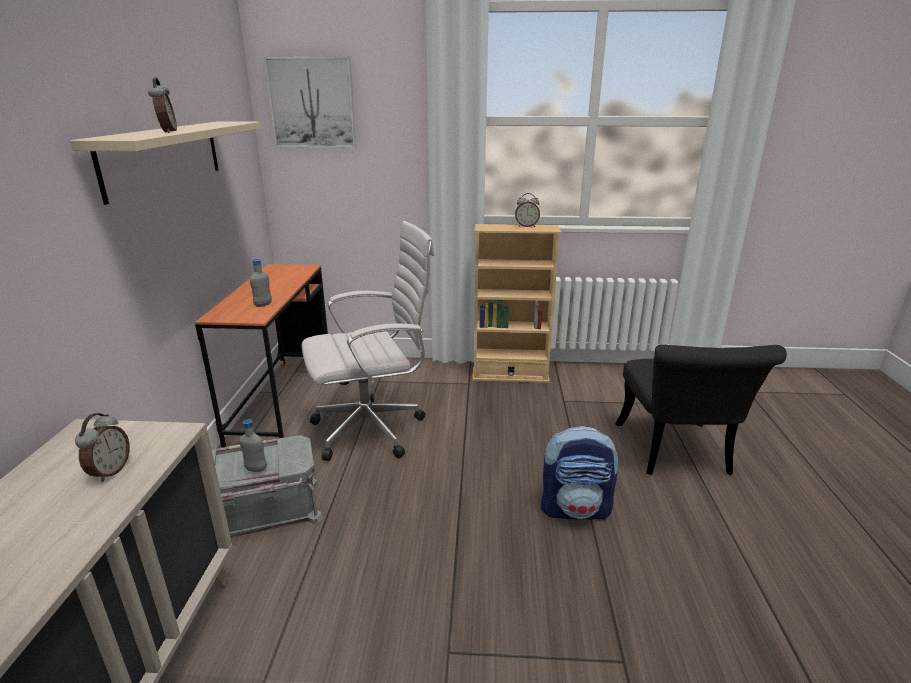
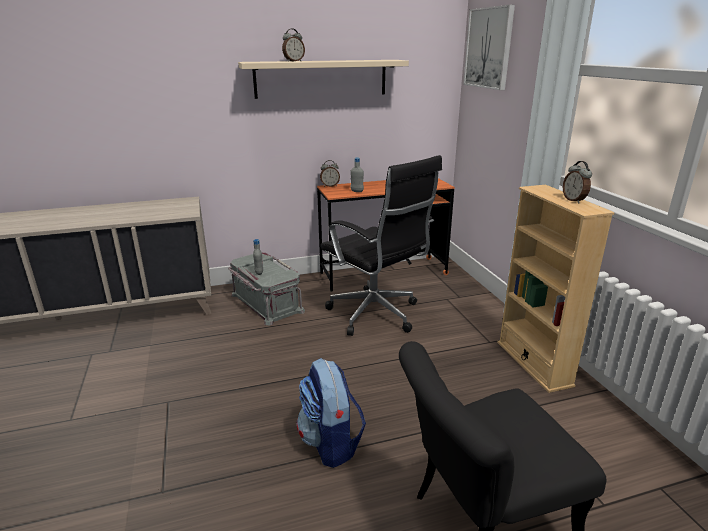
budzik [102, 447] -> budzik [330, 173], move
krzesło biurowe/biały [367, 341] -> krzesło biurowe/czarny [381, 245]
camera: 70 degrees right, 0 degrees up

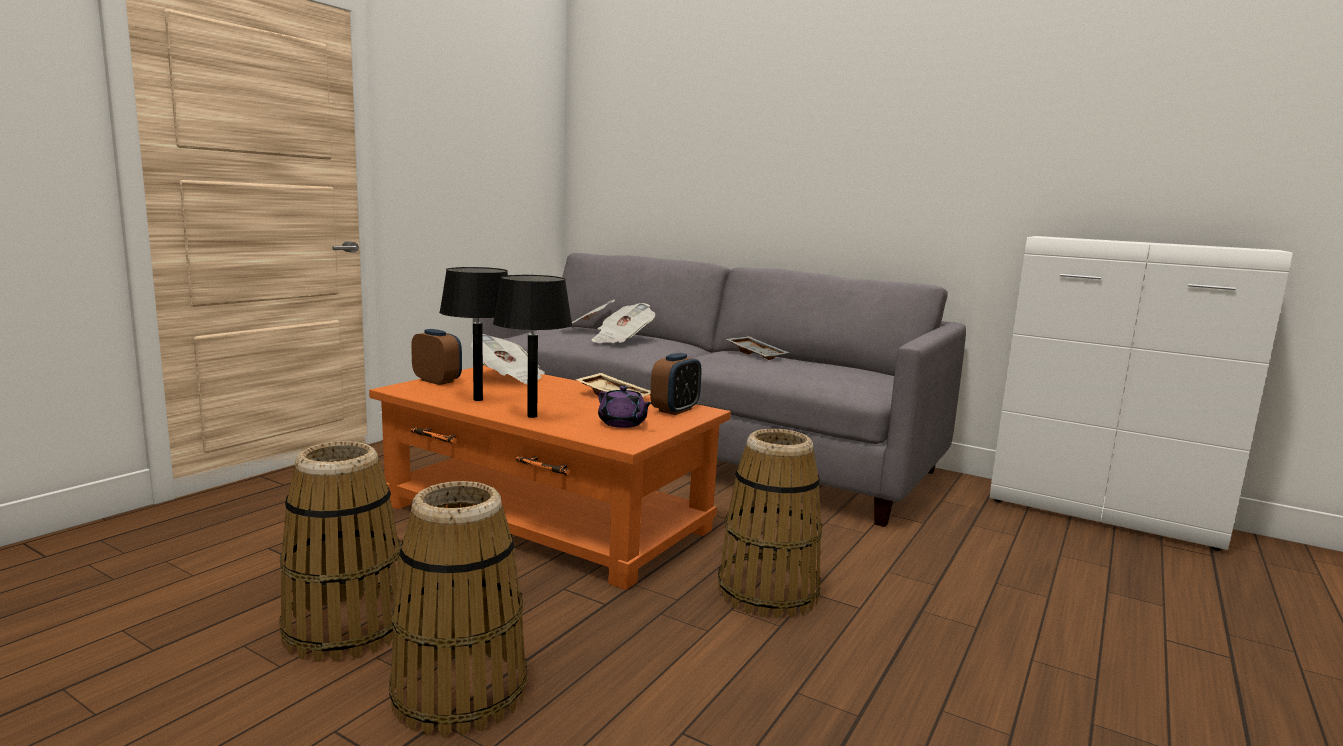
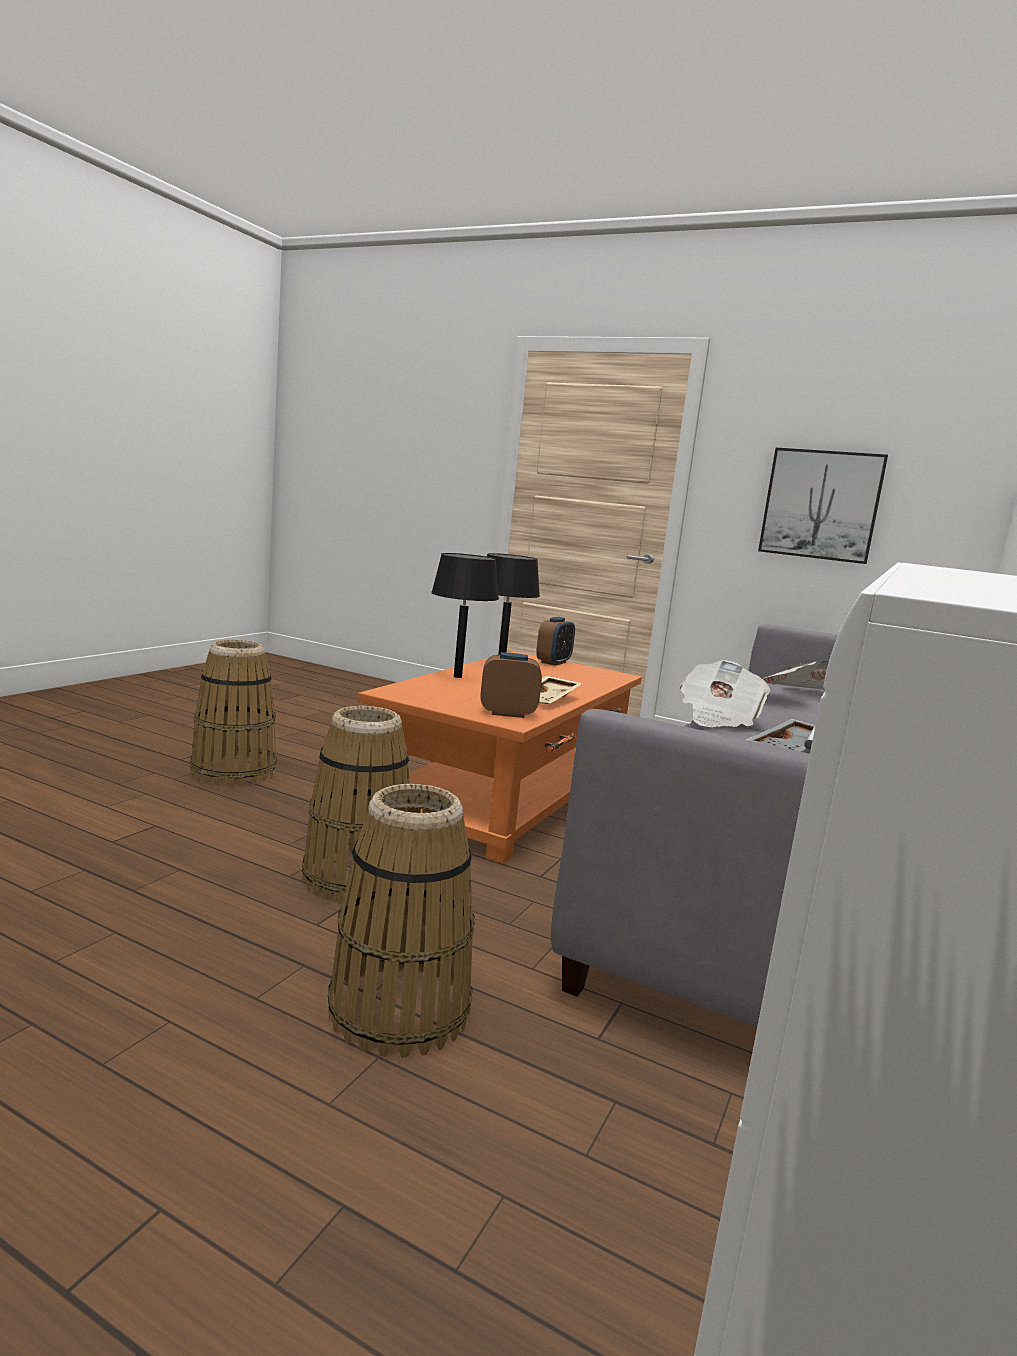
koszyk [340, 551] -> koszyk [401, 921], move
gazeta [508, 359] -> gazeta [725, 693], move
imbryk/fioletowy [625, 407] -> none
budzik [676, 384] -> budzik [511, 685], 150 degrees clockwise
none -> obraz [823, 506]
camera: 85 degrees right, 0 degrees up

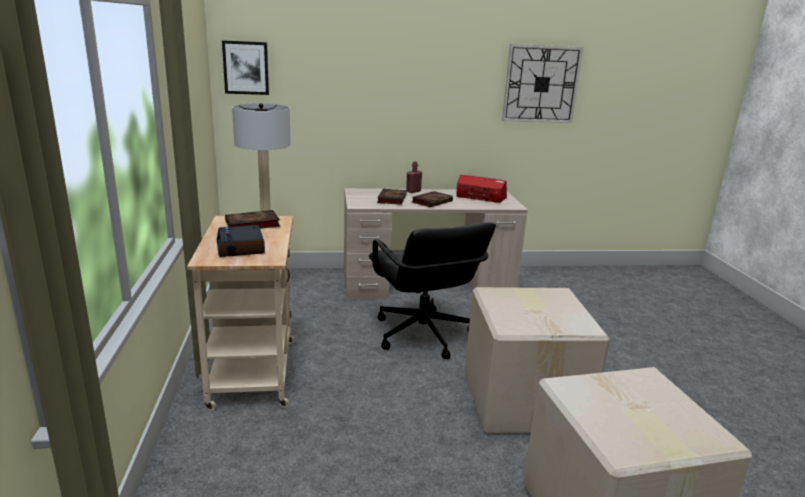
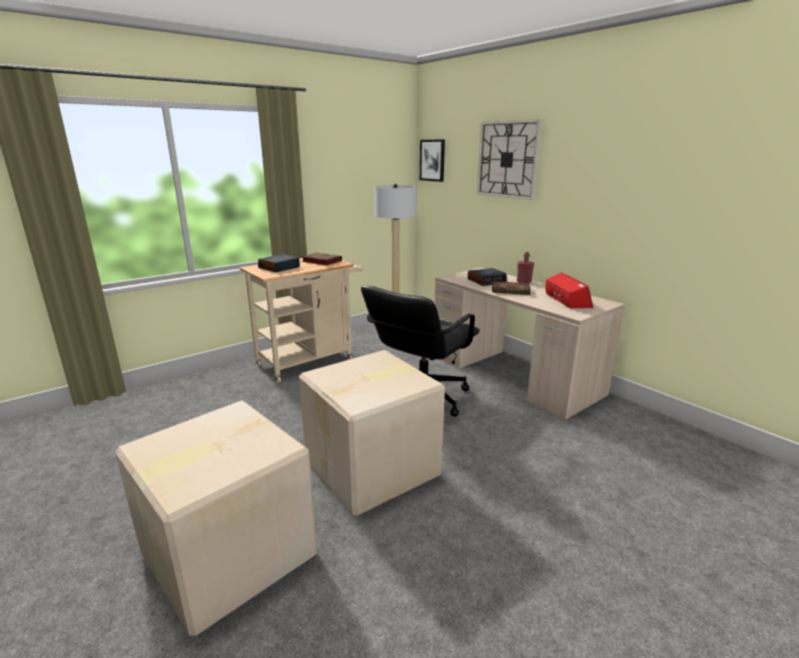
książka [392, 197] -> budzik [487, 277]
zegar ścienny [542, 83] -> zegar ścienny [509, 159], move
camera: 60 degrees right, 0 degrees up

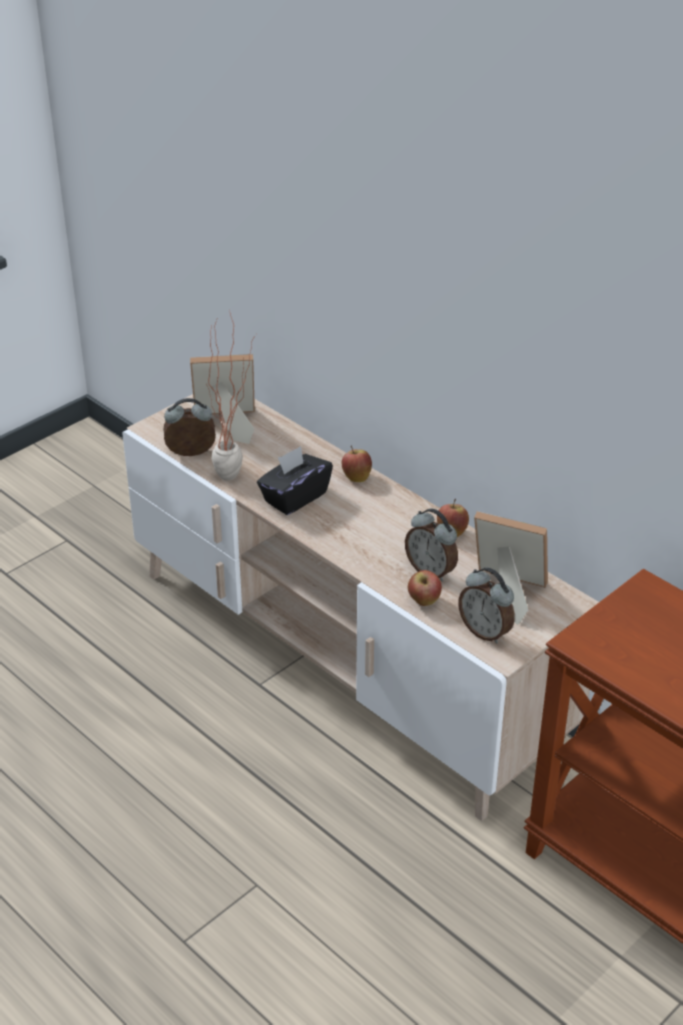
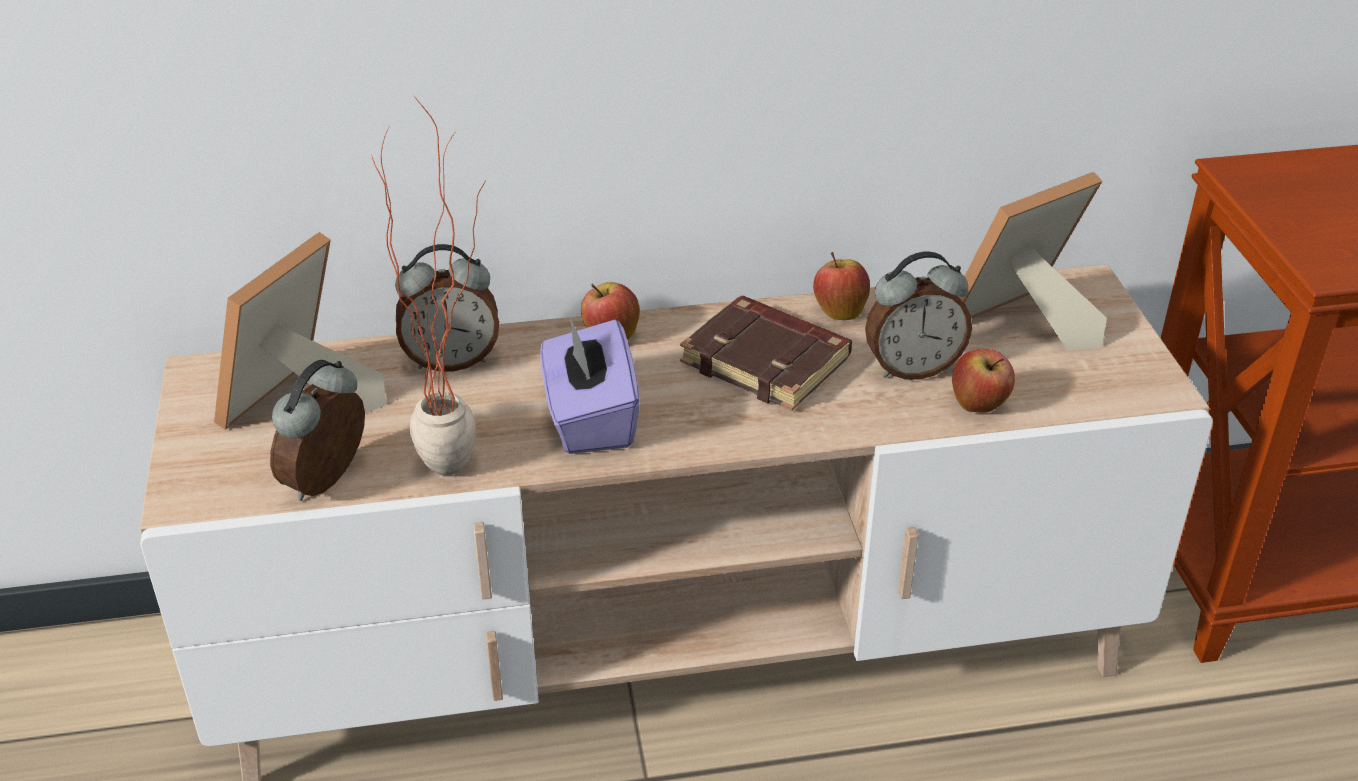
pudełko chusteczek/czarny [295, 480] -> pudełko chusteczek/fioletowy [590, 387]
budzik [486, 605] -> budzik [447, 308], move
none -> książka/brązowy [766, 353]
camera: 55 degrees left, 0 degrees up

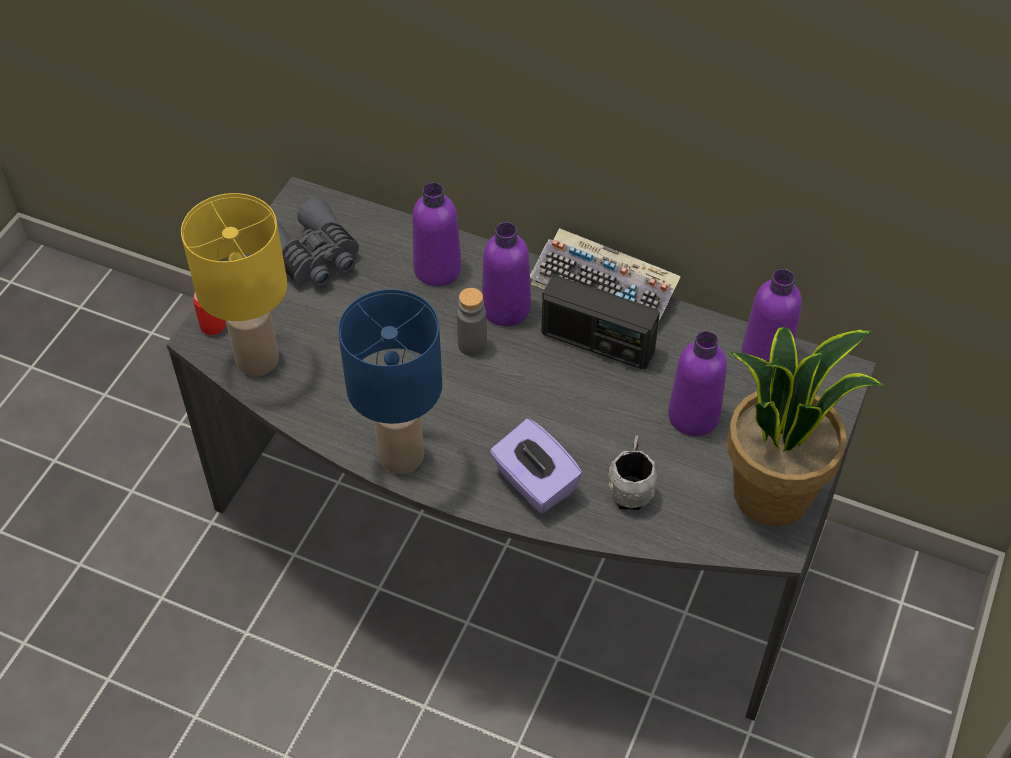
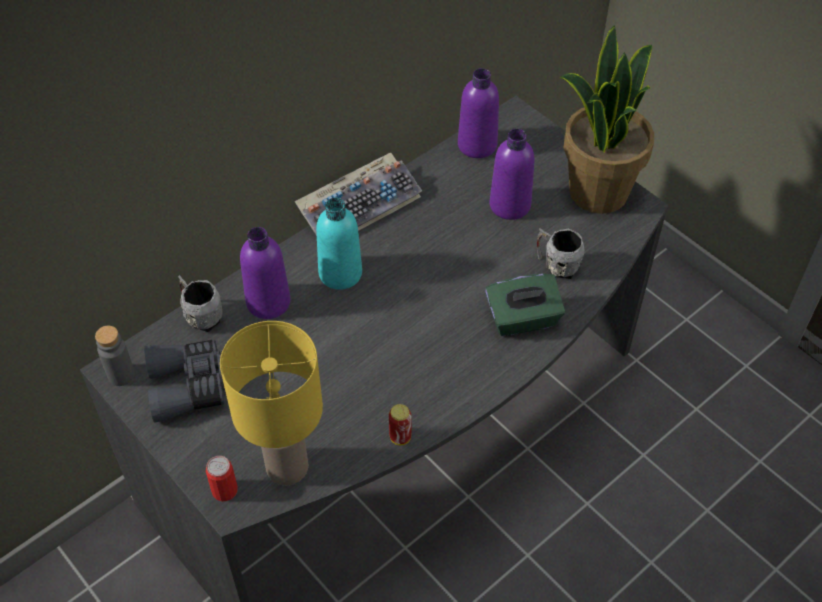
lampa stołowa/niebieski [390, 381] -> none
butelka/szary [472, 322] -> butelka/szary [115, 356], move
butelka/fioletowy [506, 274] -> butelka/turkusowy [339, 244]
pudełko chusteczek/fioletowy [536, 466] -> pudełko chusteczek/zielony [525, 305]
radio [600, 322] -> none
none -> kubek/szary [200, 303]
none -> puszka [400, 424]
camera: 65 degrees left, 0 degrees up

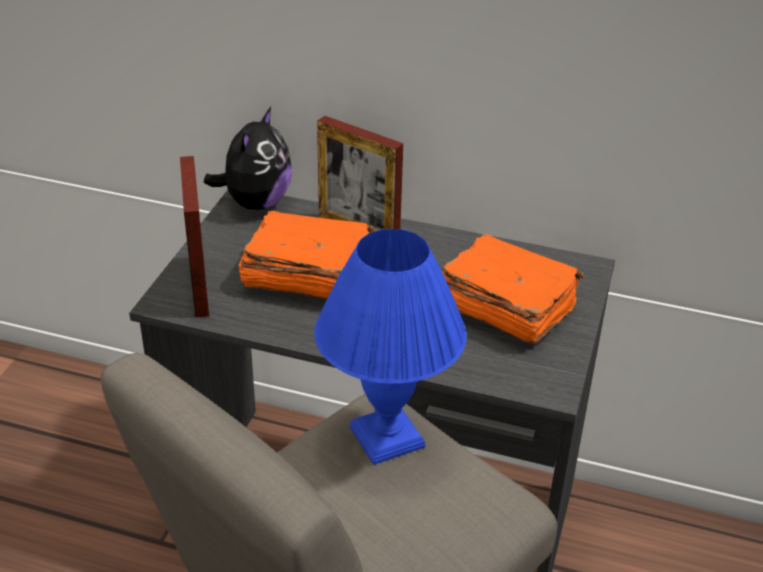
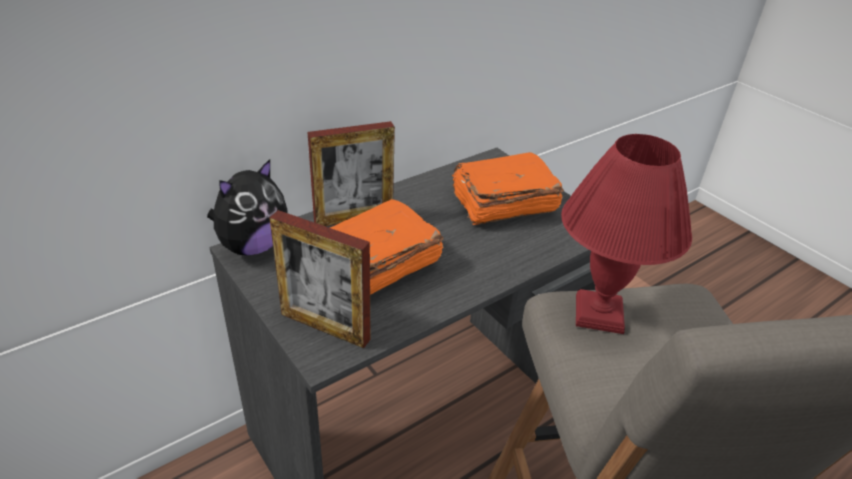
pluszak [248, 158] -> pluszak [247, 207], 75 degrees clockwise
lampa stołowa/niebieski [390, 347] -> lampa stołowa/czerwony [626, 234]
camera: 55 degrees left, 0 degrees up

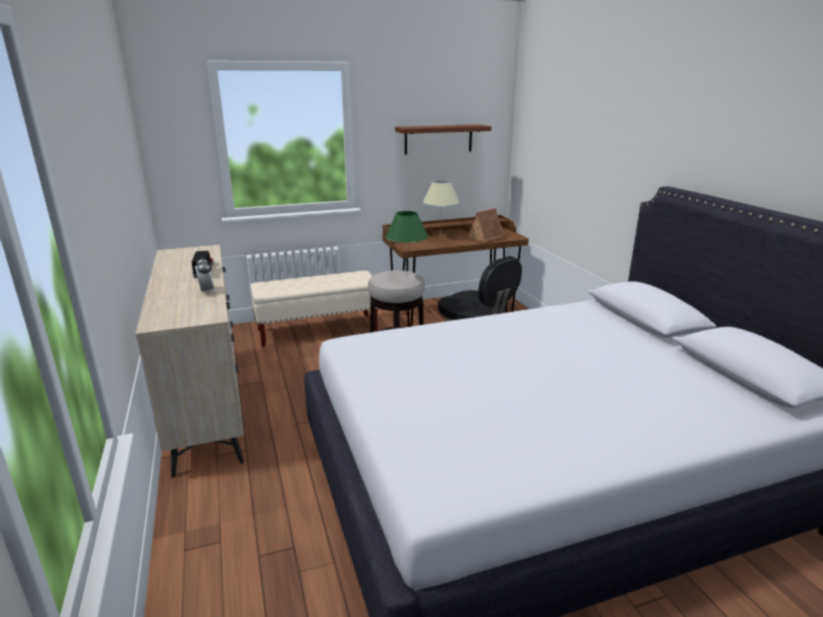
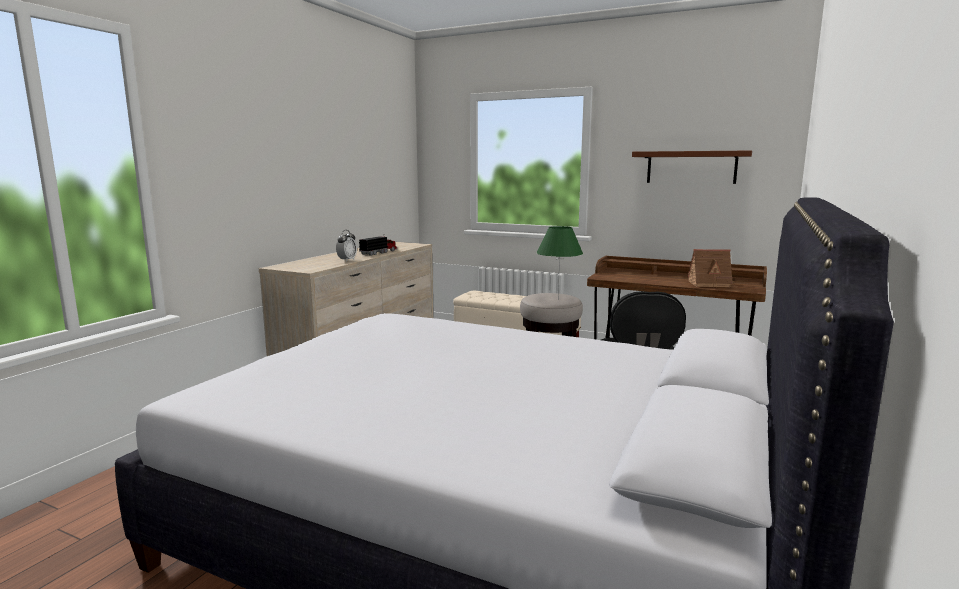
lampa stołowa/beżowy [441, 205] -> none
camera: 45 degrees right, 10 degrees down

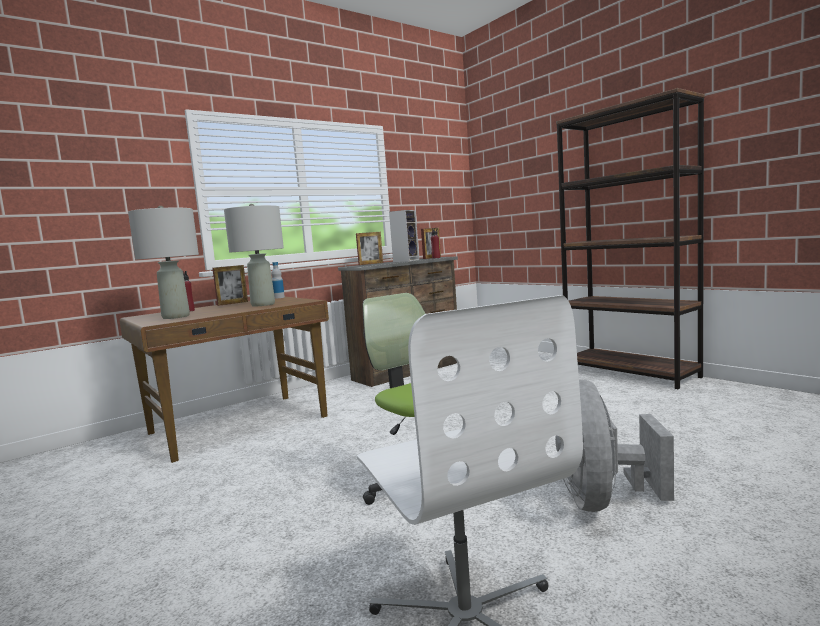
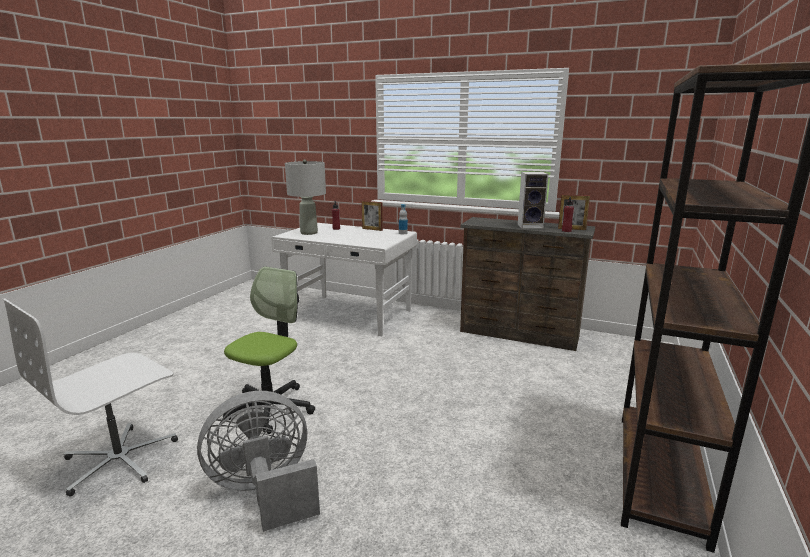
biurko/brązowy [224, 380] -> biurko/biały [344, 279]
lampa stołowa/szary [254, 255] -> none
ramka na zdjęcie [369, 248] -> none
camera: 60 degrees right, 10 degrees up

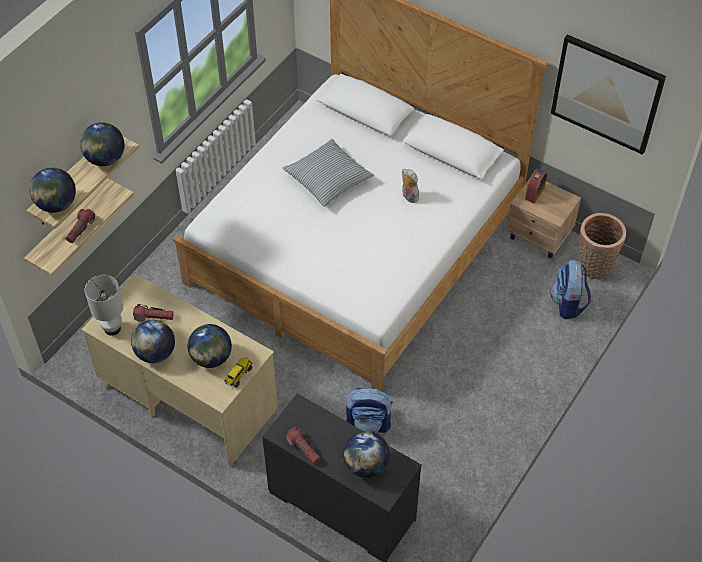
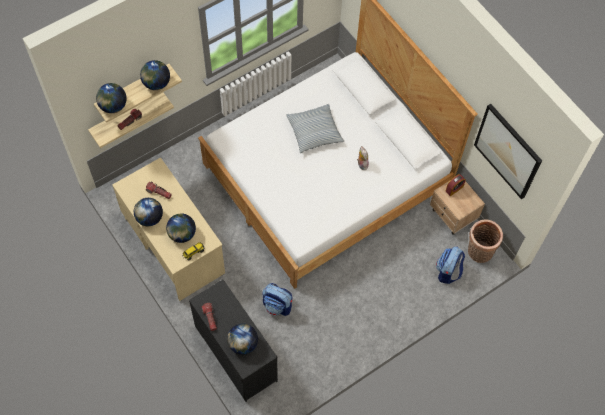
lampa stołowa/biały [104, 305] -> none
camera: 20 degrees right, 10 degrees up

